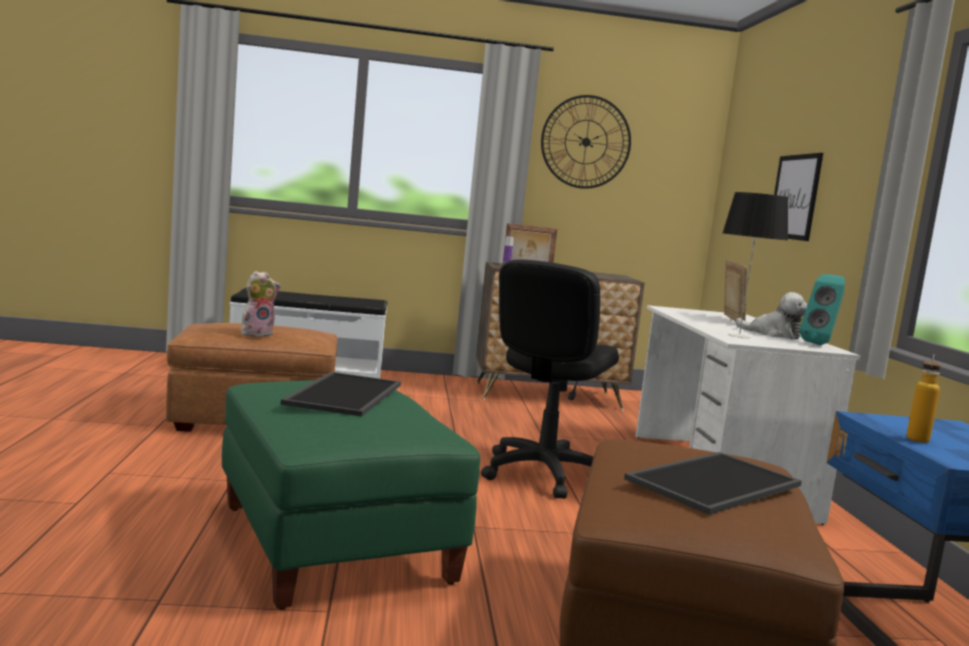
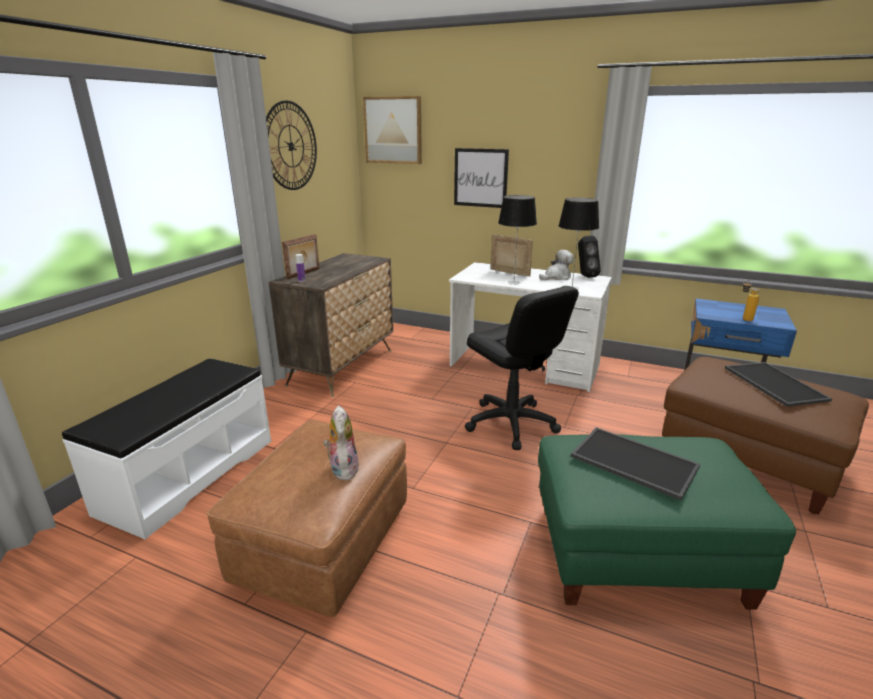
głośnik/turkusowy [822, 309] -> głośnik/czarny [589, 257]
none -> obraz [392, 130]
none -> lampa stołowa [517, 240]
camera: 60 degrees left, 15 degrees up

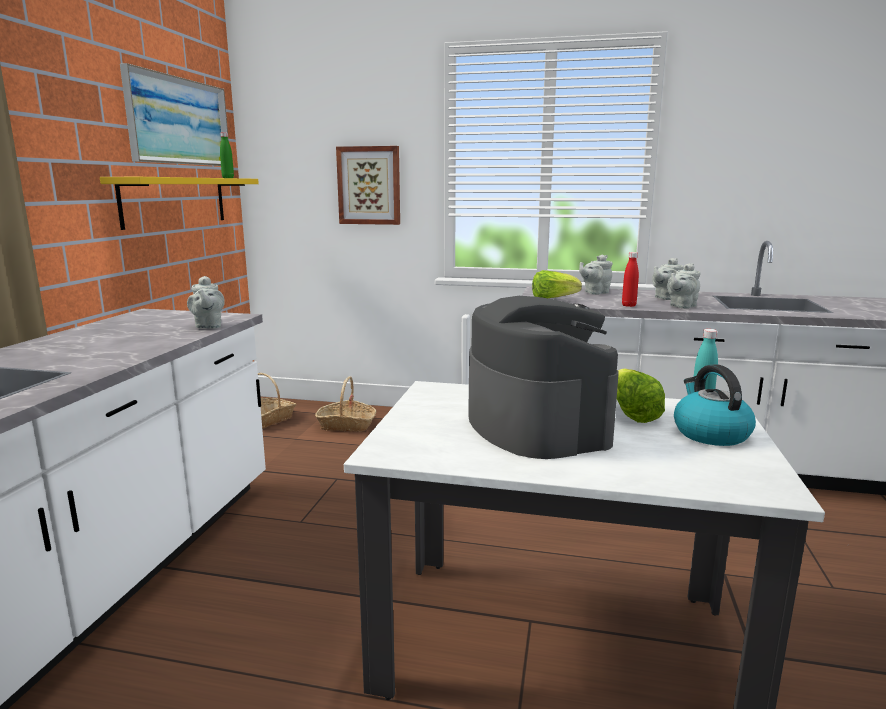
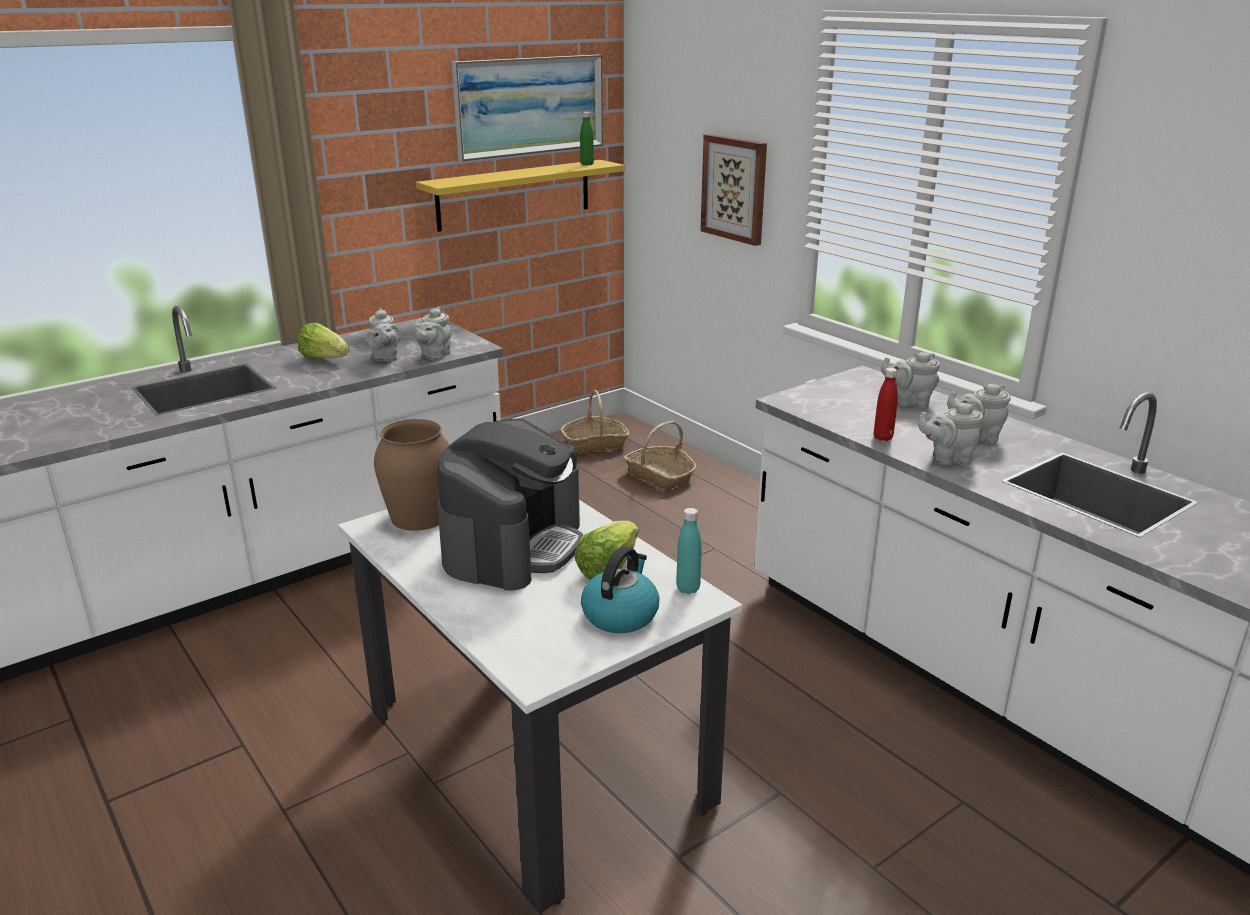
sałata [557, 284] -> sałata [323, 340], move
none -> imbryk/szary [383, 335]
none -> wazon/brązowy [411, 475]
camera: 40 degrees right, 10 degrees up

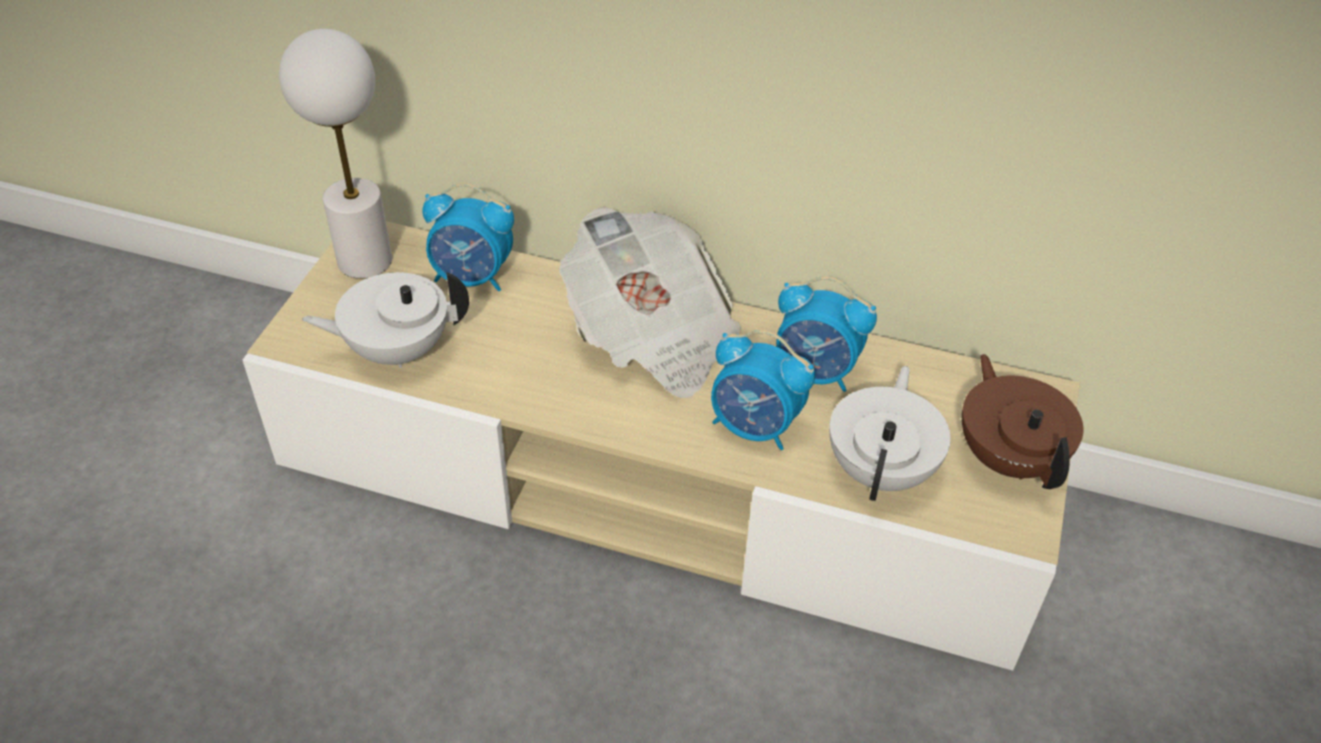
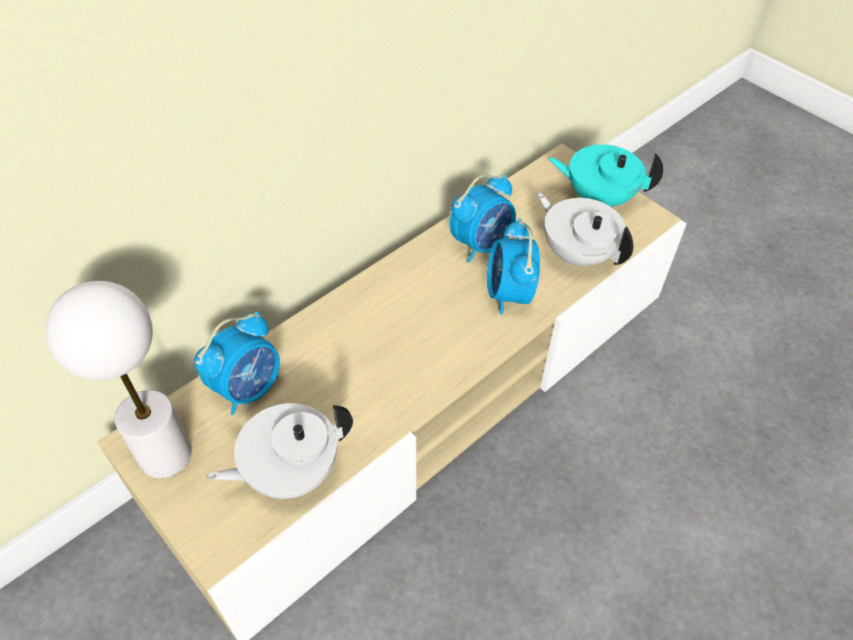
imbryk/biały [385, 320] -> imbryk/biały [280, 451], 45 degrees clockwise
gazeta [650, 302] -> none
budzik [763, 390] -> budzik [513, 267], 120 degrees clockwise
imbryk/brązowy [1023, 421] -> imbryk/turkusowy [606, 176]
camera: 60 degrees left, 5 degrees up

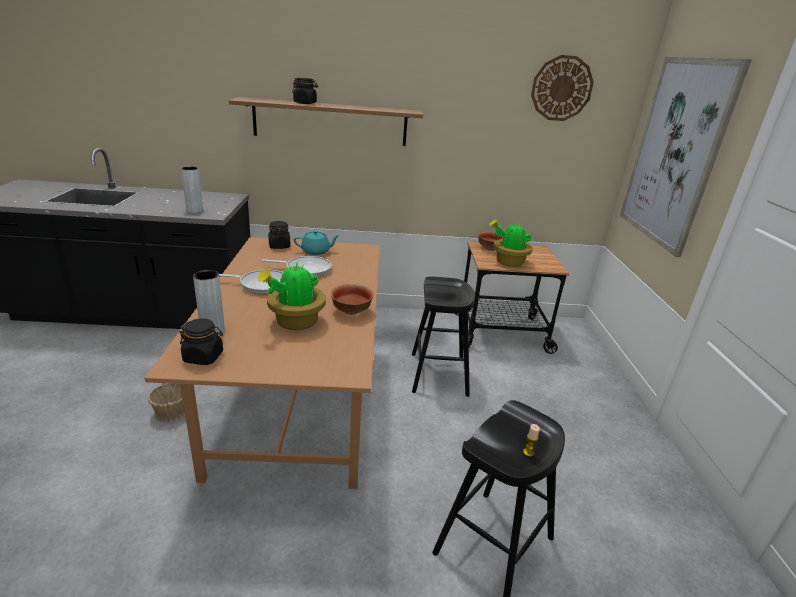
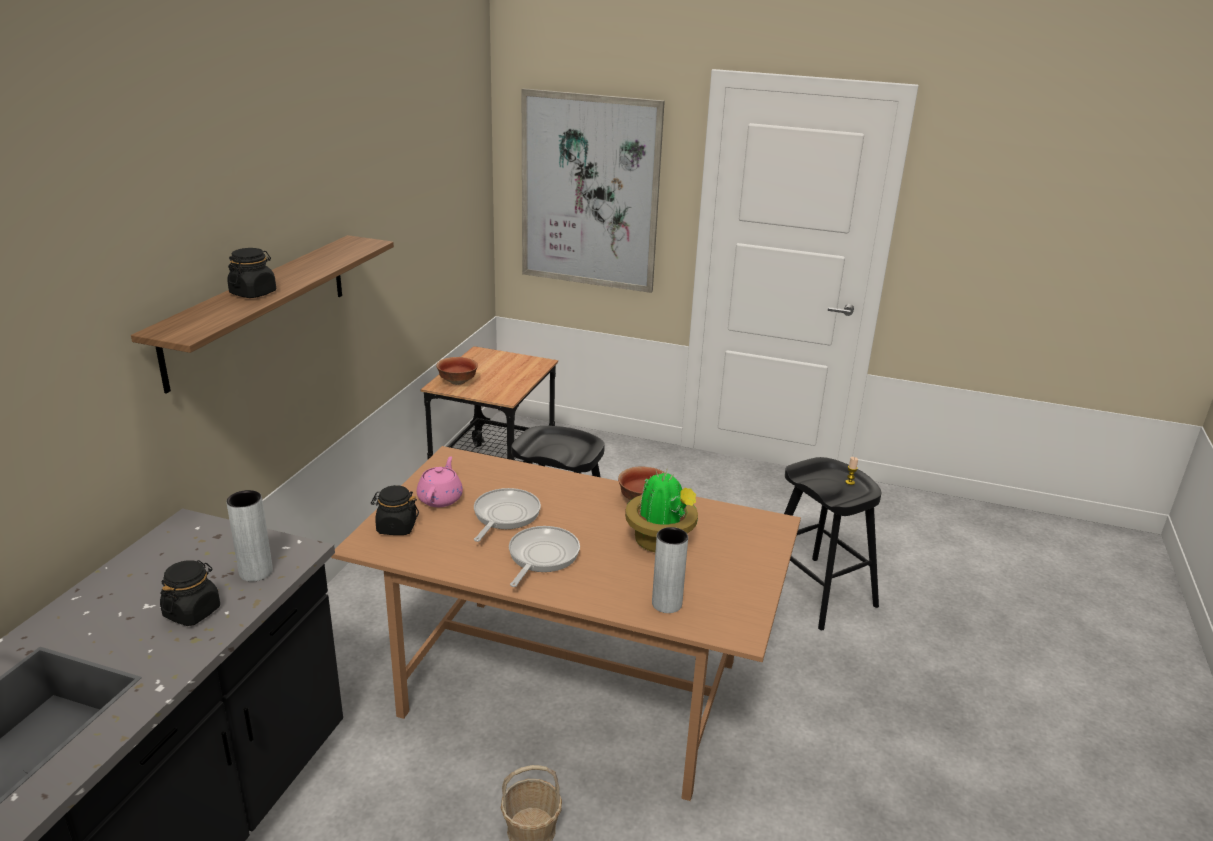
słoik/czarny [201, 341] -> słoik/czarny [190, 593], move
imbryk/turkusowy [317, 242] -> imbryk/różowy [440, 481]
roślina doniczkowa [511, 243] -> none
zegar ścienny [562, 88] -> none
camera: 70 degrees left, 0 degrees up

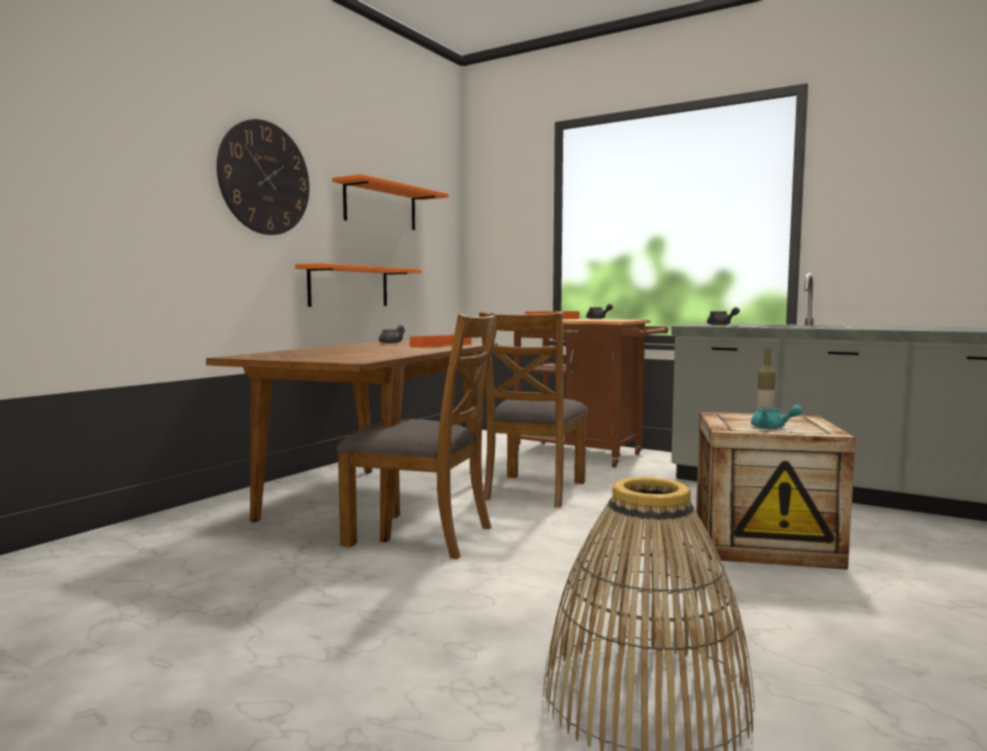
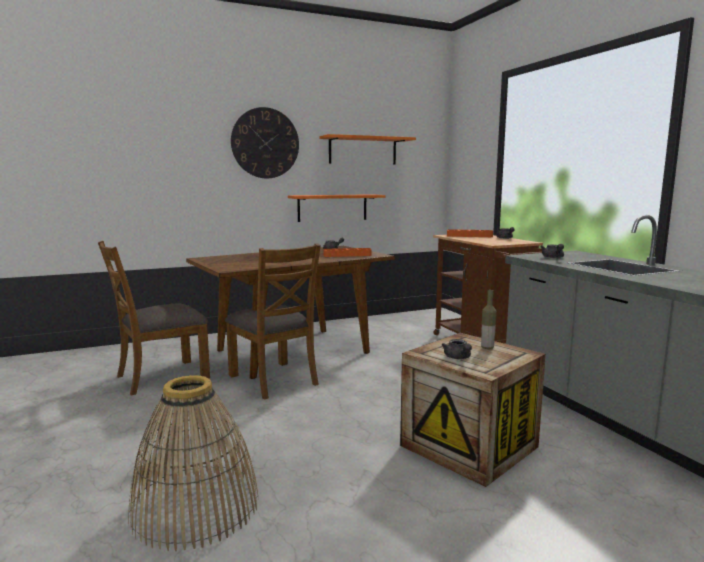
krzesło/brązowy [533, 409] -> krzesło/brązowy [154, 318], move
imbryk/turkusowy [776, 417] -> imbryk/szary [457, 349]
camera: 35 degrees right, 5 degrees up

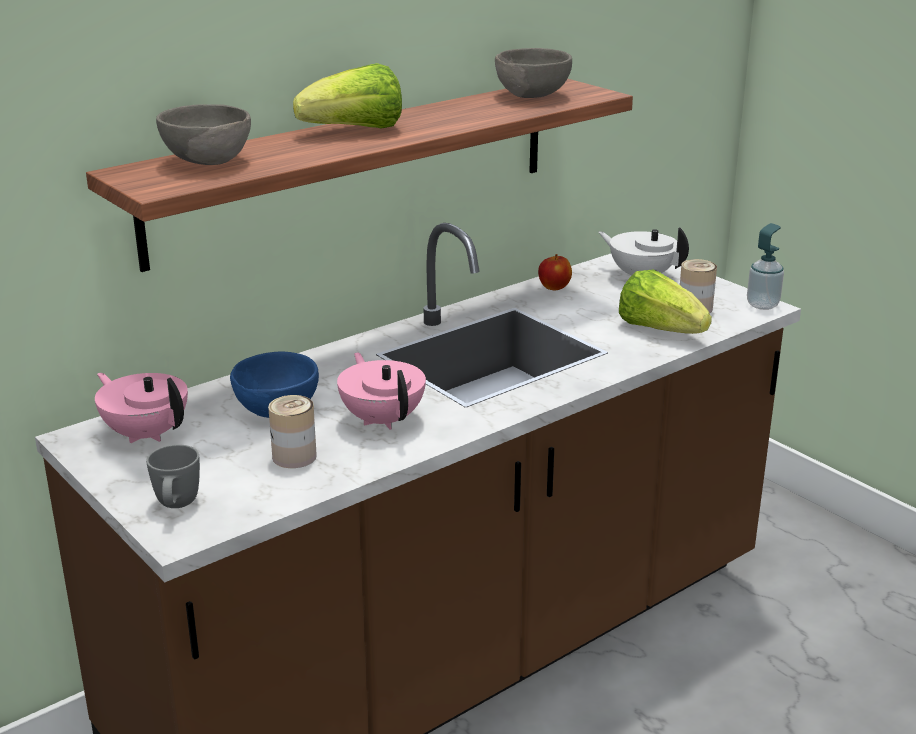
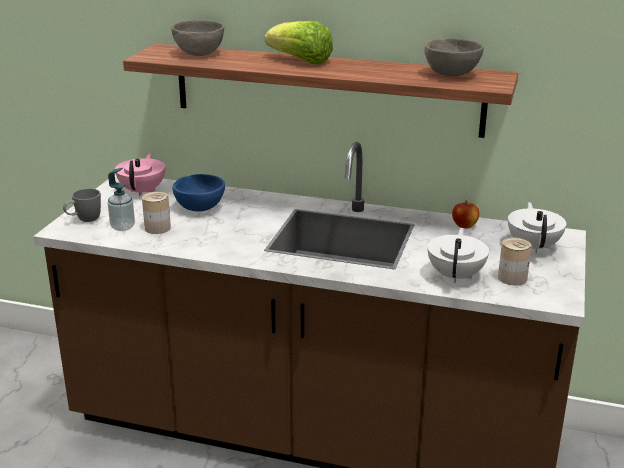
imbryk/różowy [381, 391] -> none
sałata [665, 301] -> imbryk/biały [458, 255]
dozownik mydła [765, 266] -> dozownik mydła [121, 199], move
camera: 55 degrees right, 0 degrees up

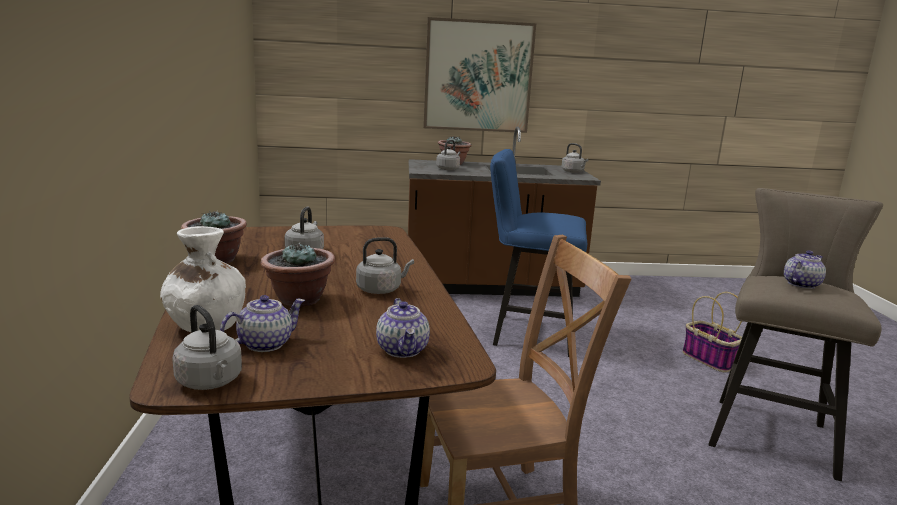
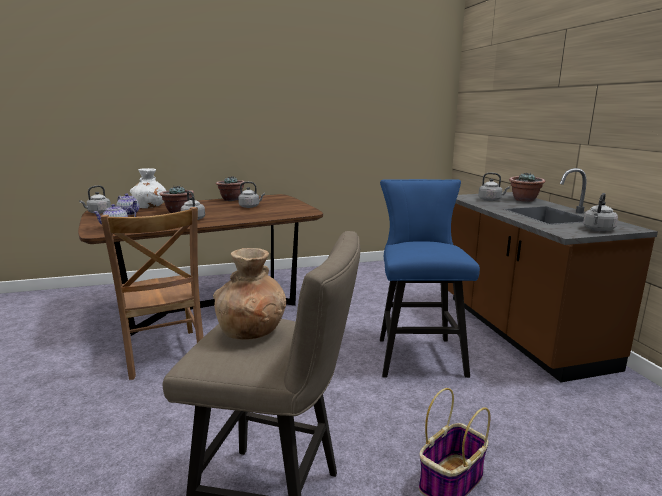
obraz [479, 75] -> none
imbryk [805, 269] -> wazon/brązowy [249, 294]
camera: 80 degrees right, 0 degrees up

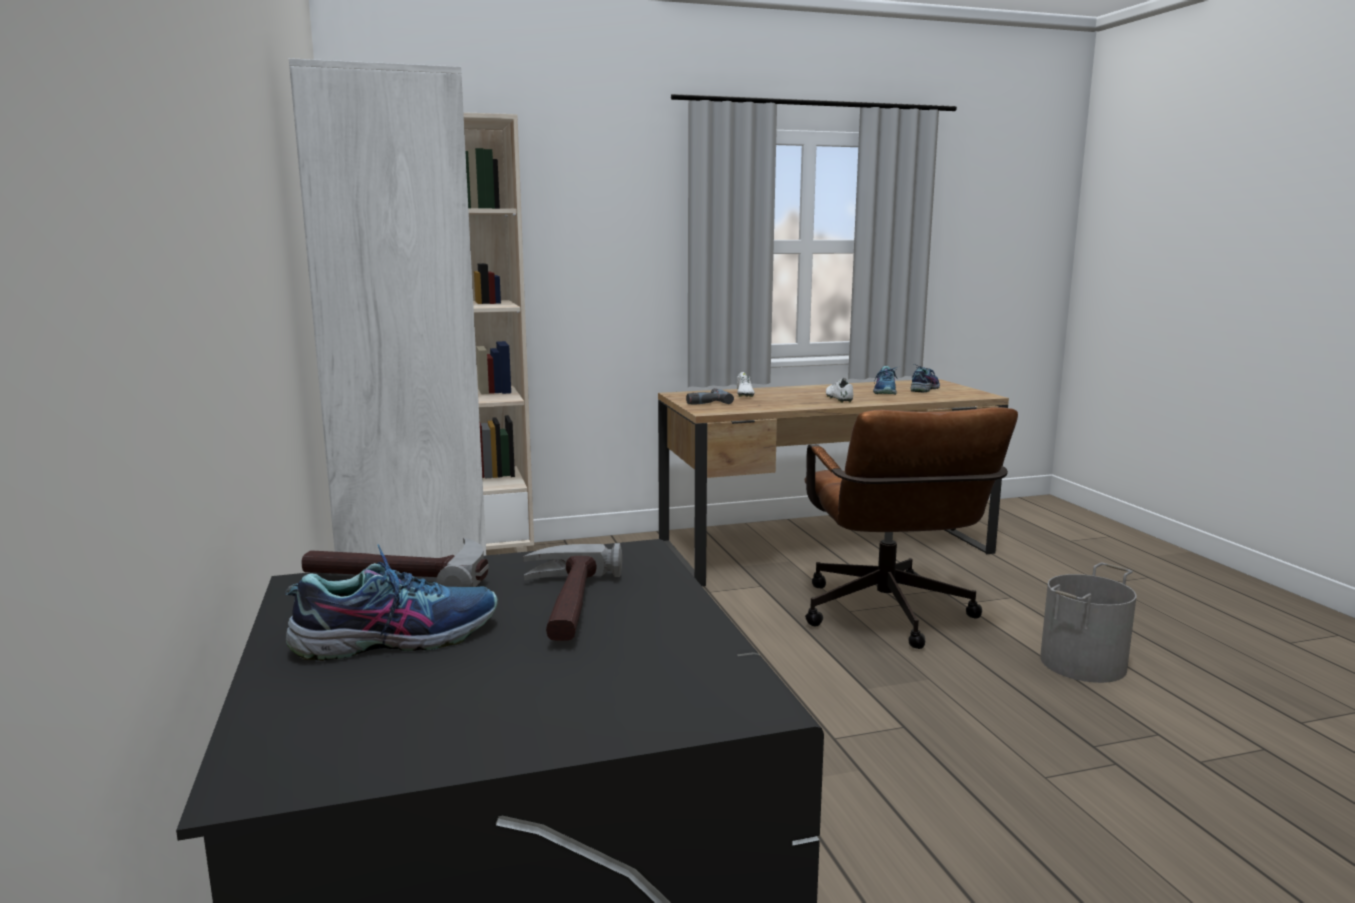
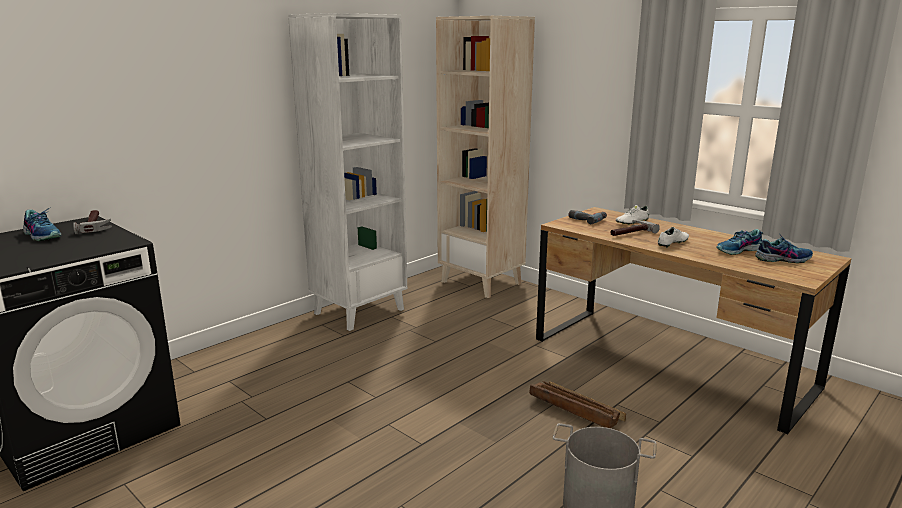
młotek [572, 592] -> młotek [635, 228], move
krzesło biurowe/brązowy [911, 528] -> skrzynka [577, 404]
camera: 60 degrees right, 5 degrees up

